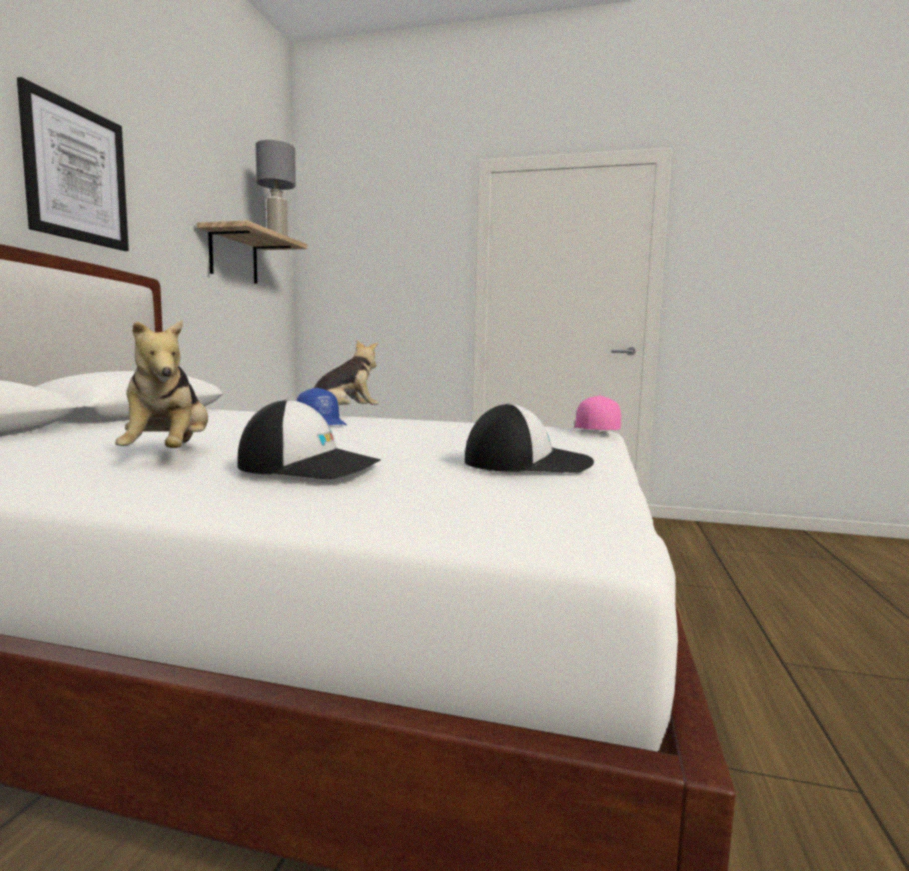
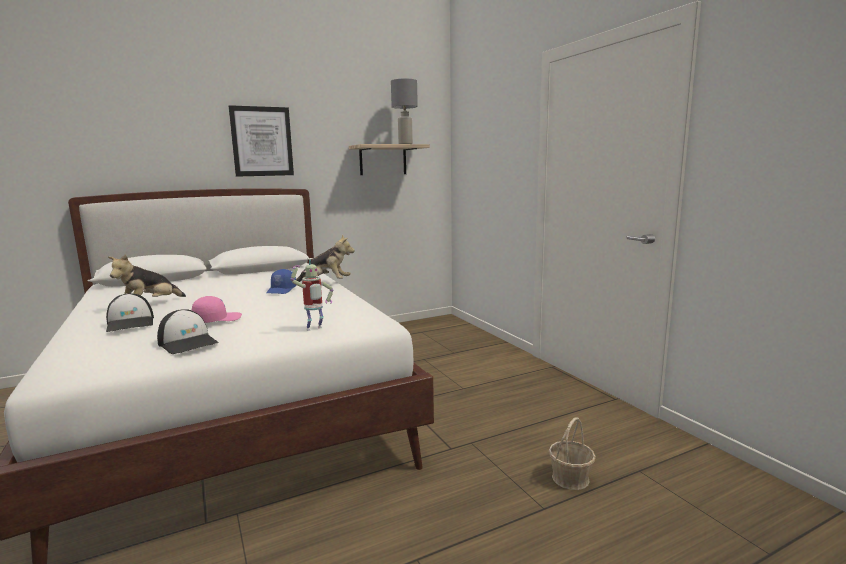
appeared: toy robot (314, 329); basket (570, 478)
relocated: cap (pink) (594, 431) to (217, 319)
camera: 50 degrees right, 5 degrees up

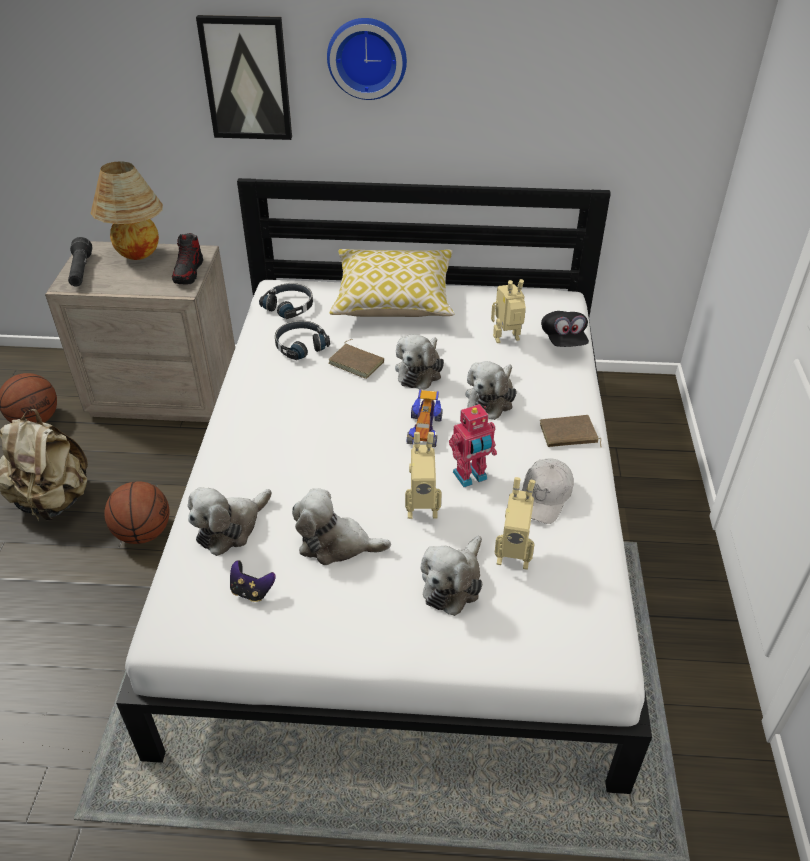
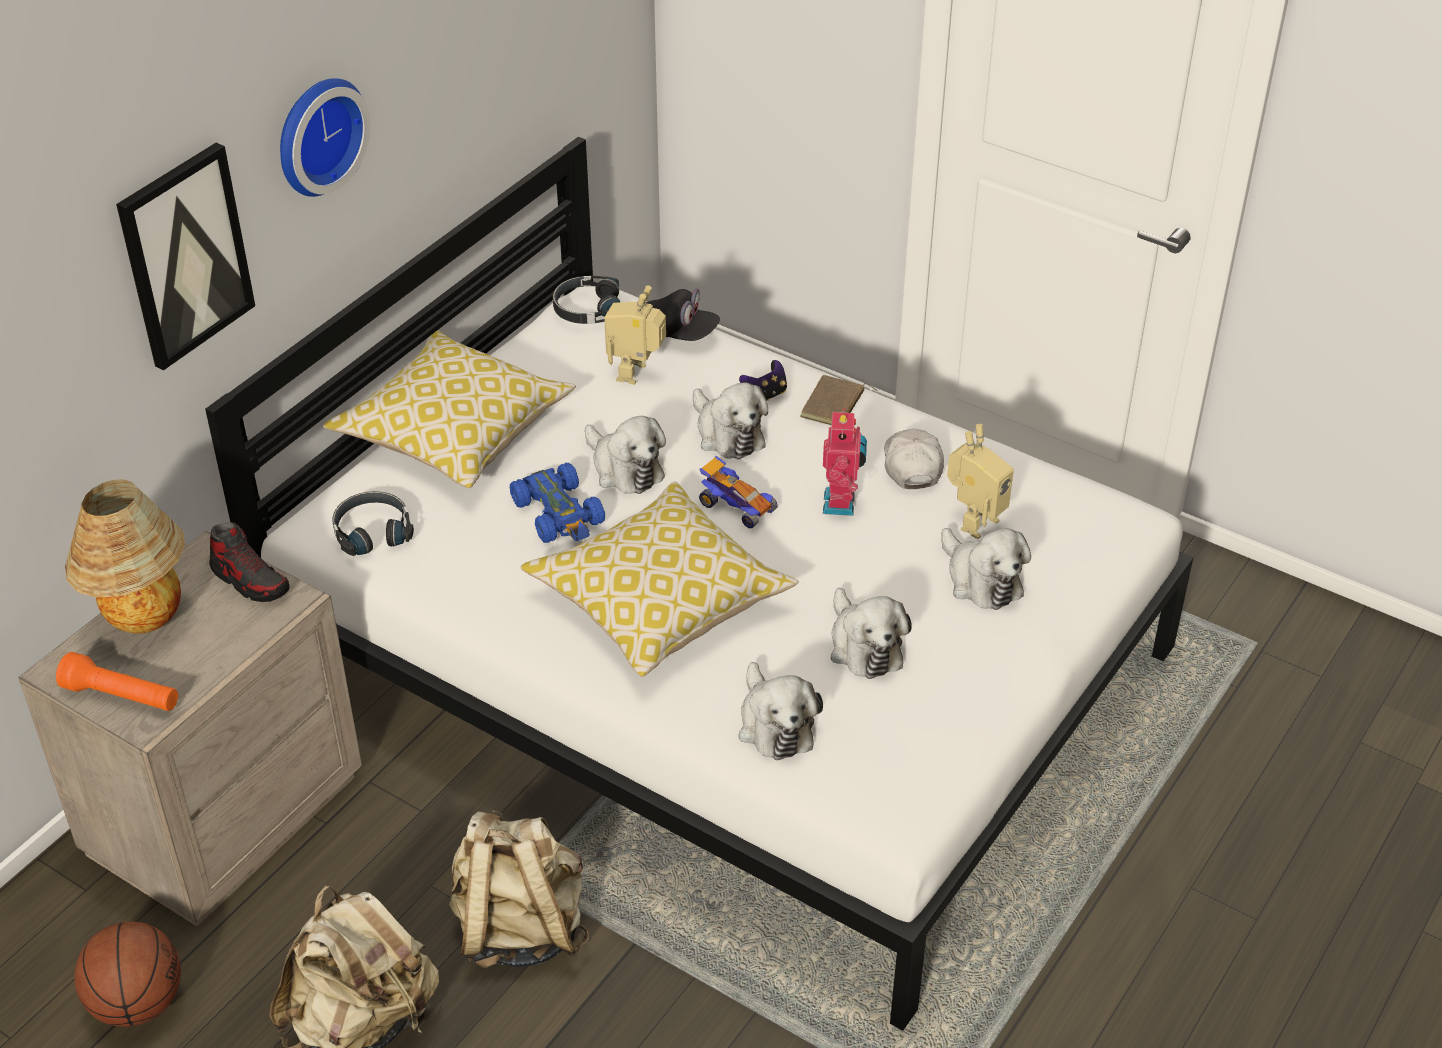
missing: toy robot (422, 507)
appeared: pillow (660, 601)
relocated: headphones (black) (300, 345) to (587, 309); game controller (251, 591) to (765, 394)
exchanged: basketball (143, 532) to backpack (beige) (519, 928); book (brown) (357, 362) to toy car (blue) (559, 513)
colour: flashlight (black) (81, 271) to flashlight (orange) (122, 697)
spun: plush toy (336, 544) = (863, 646) 60 degrees counterclockwise; cap (white) (544, 497) = (912, 465) 150 degrees counterclockwise
camera: 60 degrees left, 0 degrees up

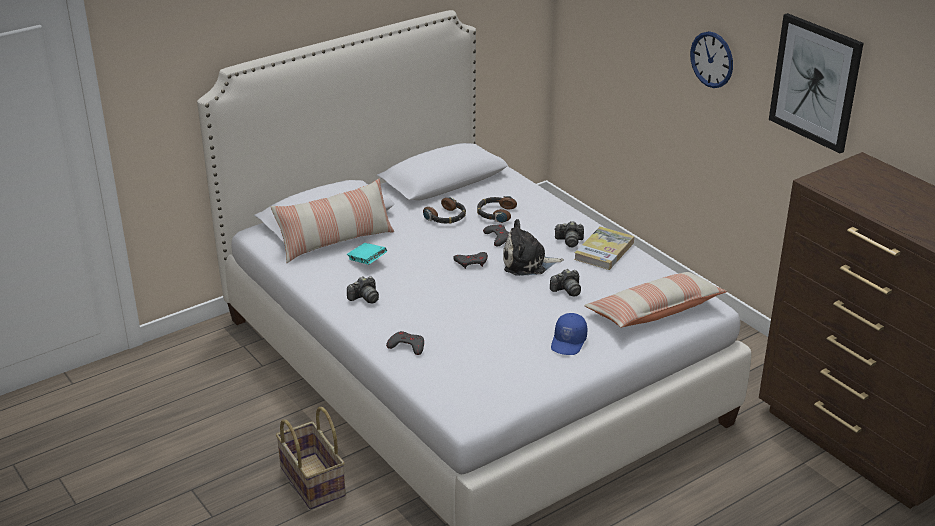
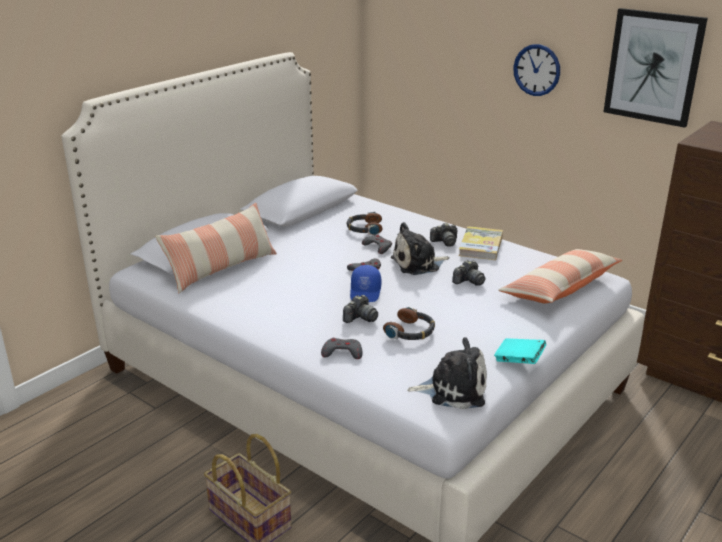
appeared: plush toy (453, 389)
relocated: photo camera (364, 298) to (360, 318); cap (blue) (569, 342) to (366, 292); headphones (446, 217) to (411, 332); book (turquoise) (367, 261) to (519, 360)
camera: 15 degrees left, 5 degrees down

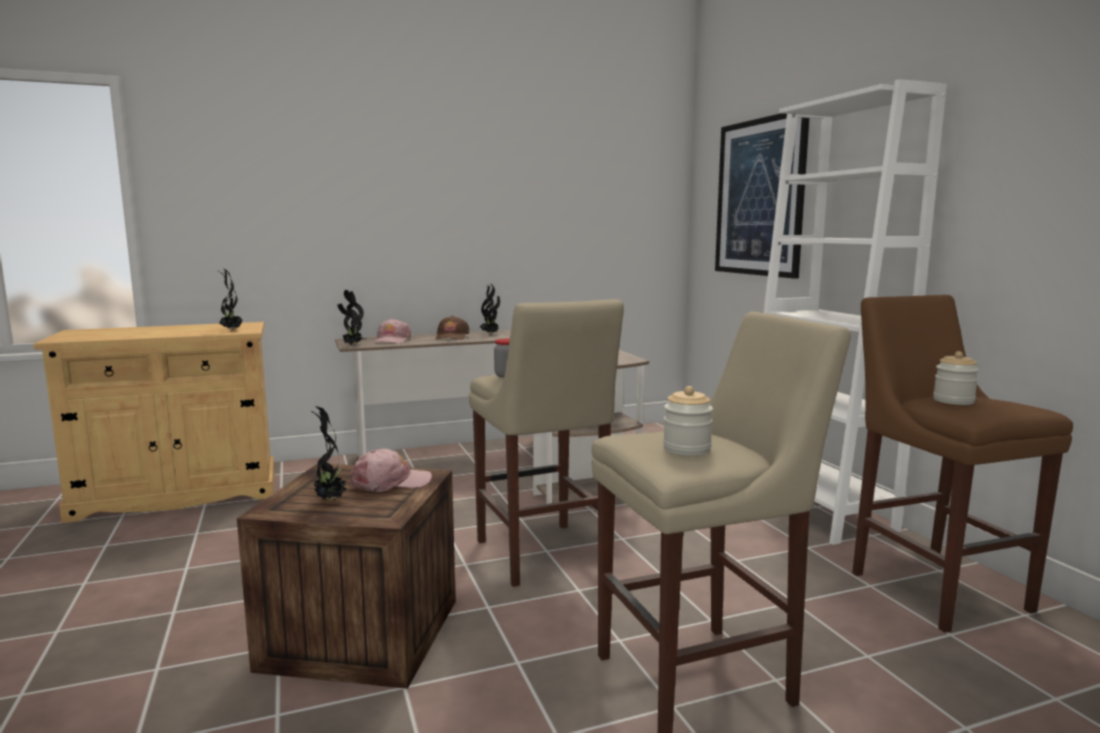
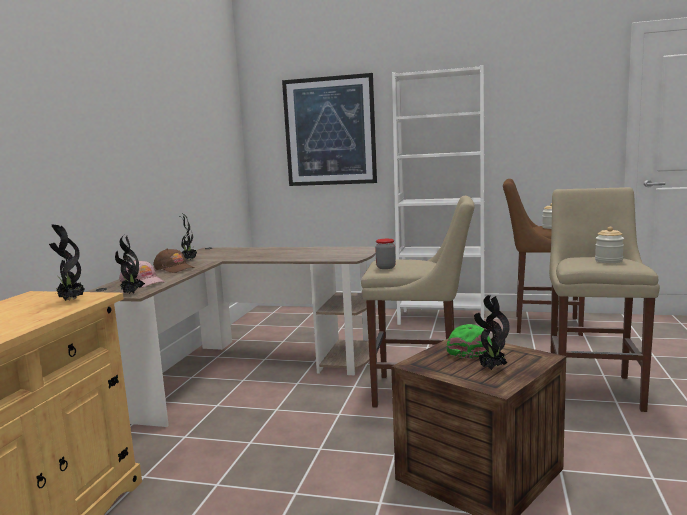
colour: cap (pink) (390, 482) to cap (green) (469, 349)
camera: 55 degrees left, 0 degrees up

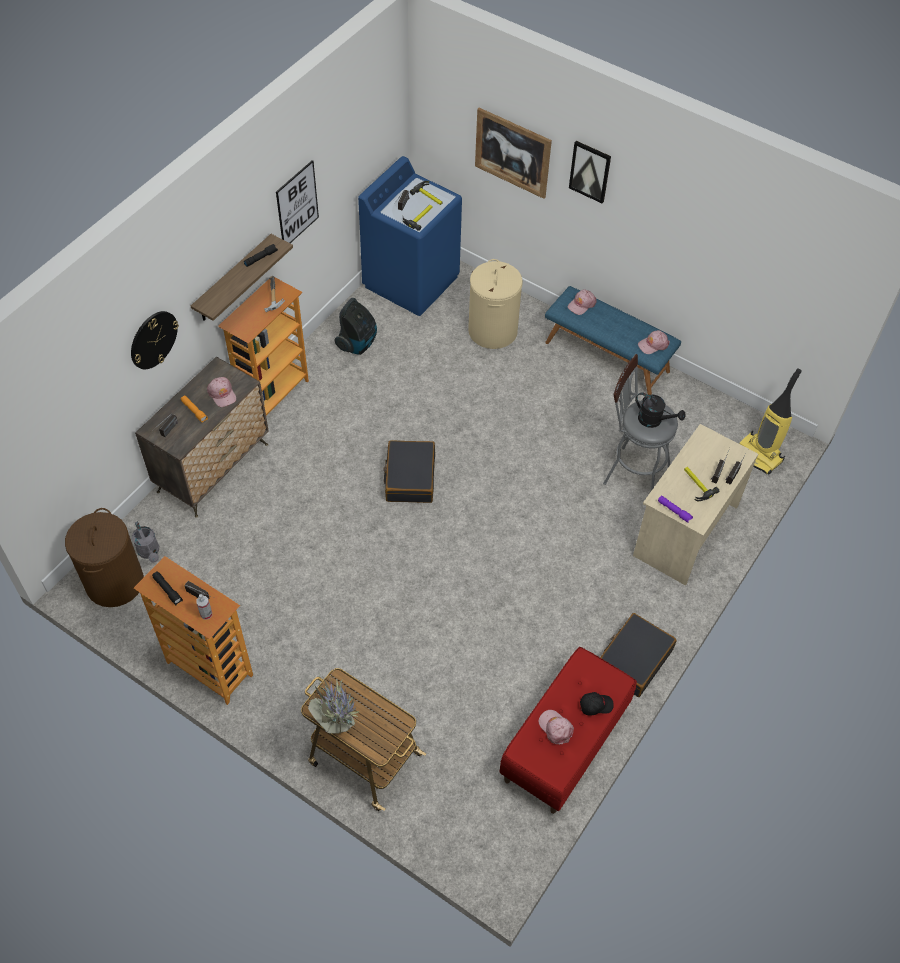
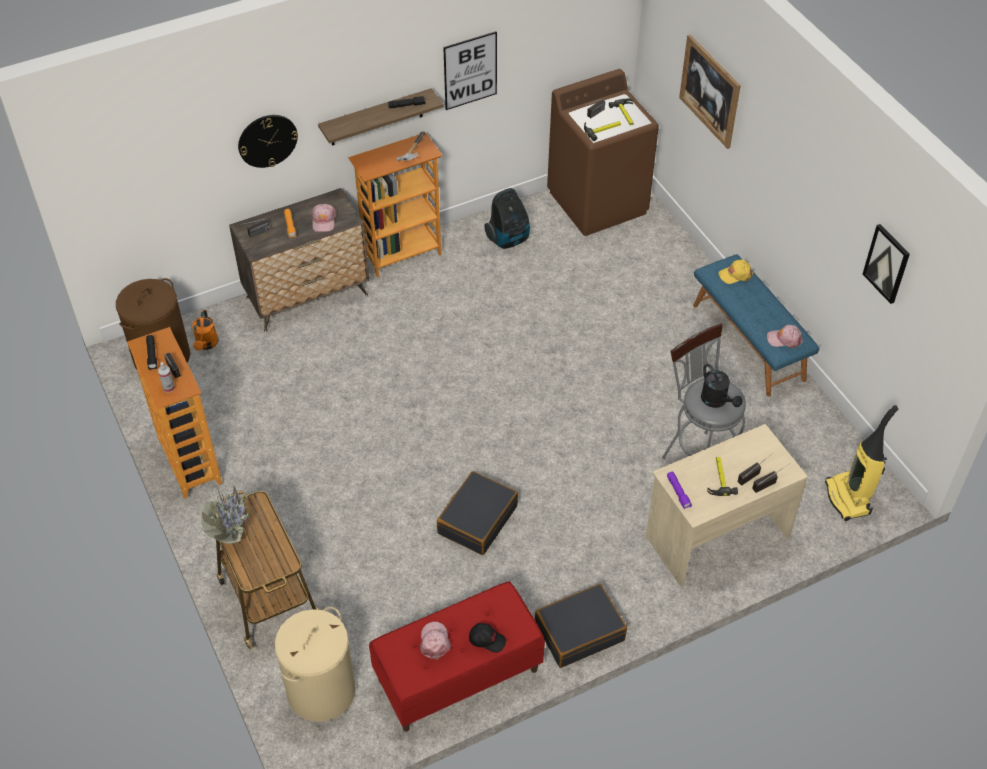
relocated: laundry basket (beige) (492, 331) to (321, 690); suitcase (black) (410, 477) to (477, 519); picture (590, 171) to (887, 263)
colour: watering can (grey) (150, 552) to watering can (orange) (206, 344); washing machine (blue) (411, 281) to washing machine (brown) (598, 202); cap (pink) (581, 304) to cap (yellow) (735, 275)
camera: 30 degrees right, 5 degrees down

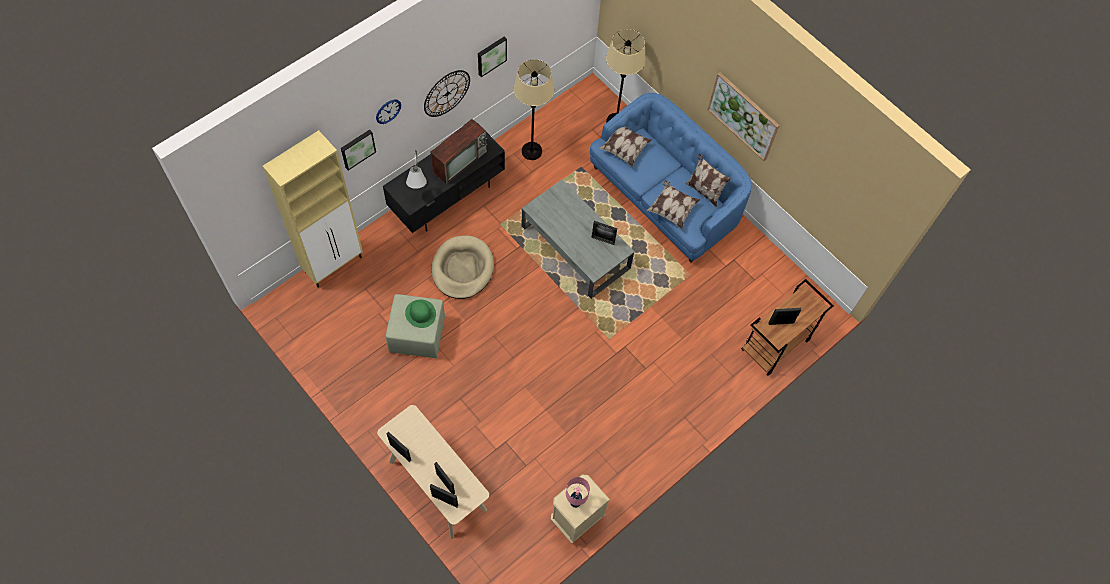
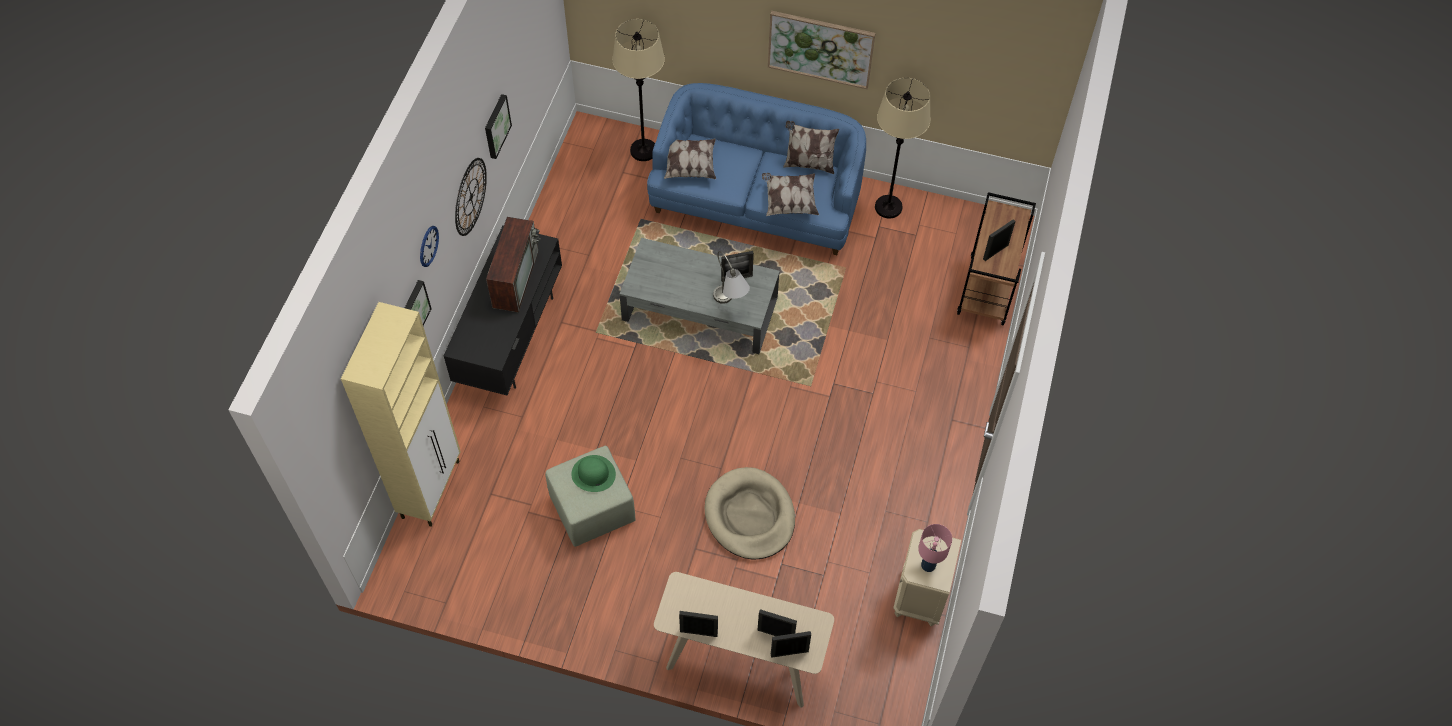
relocated: dog bed (beige) (462, 268) to (750, 516); table lamp (grey) (418, 191) to (730, 305); floor lamp (beige) (532, 151) to (888, 207)
camera: 30 degrees left, 5 degrees down

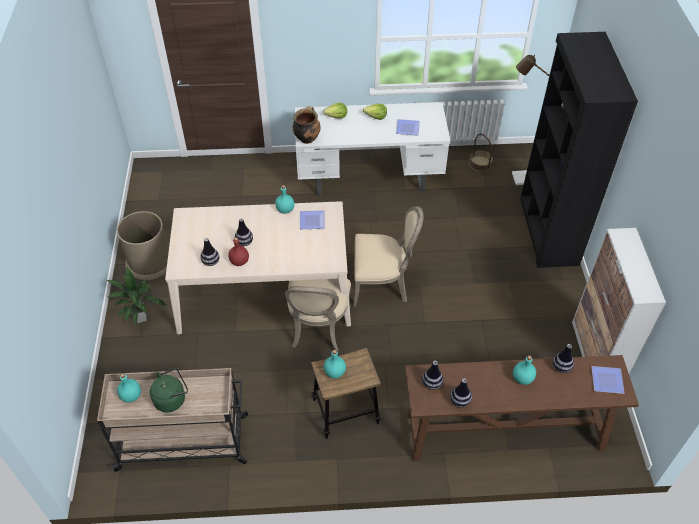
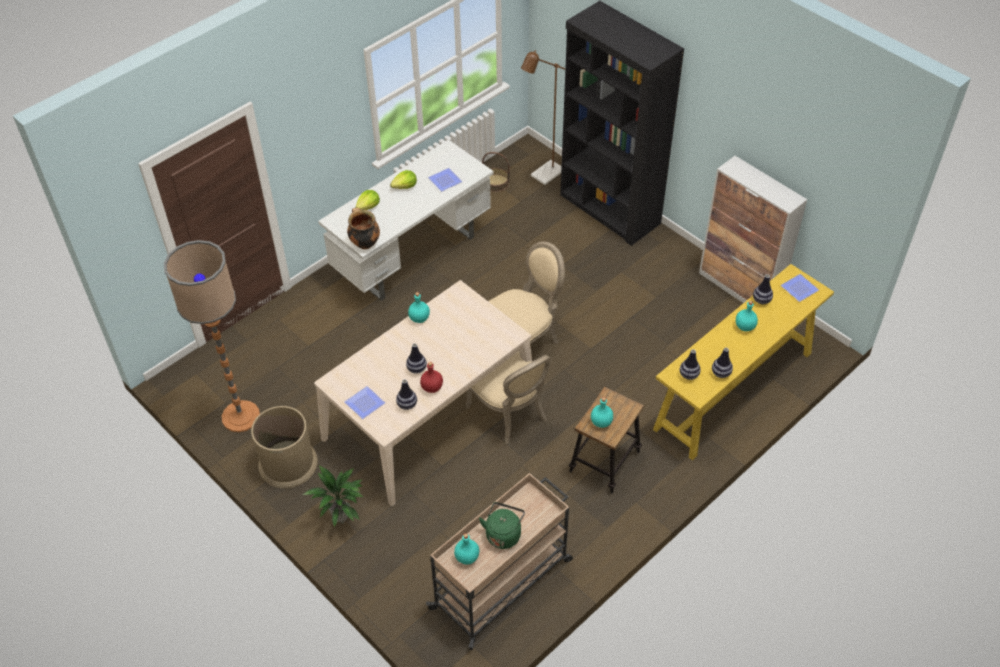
appeared: floor lamp (240, 416)
relocated: plate (313, 221) to (366, 403)
colour: console table (brown) (503, 432) to console table (yellow) (733, 391)
camera: 40 degrees left, 0 degrees up

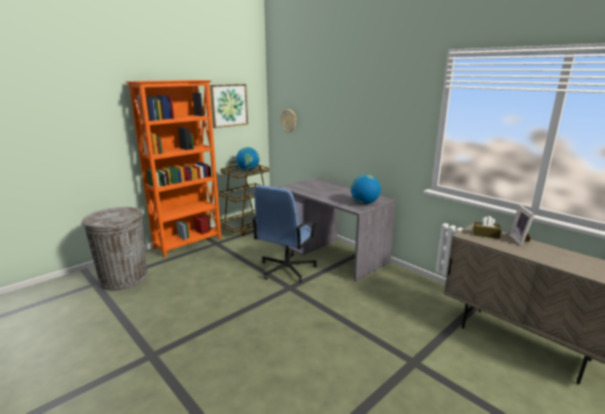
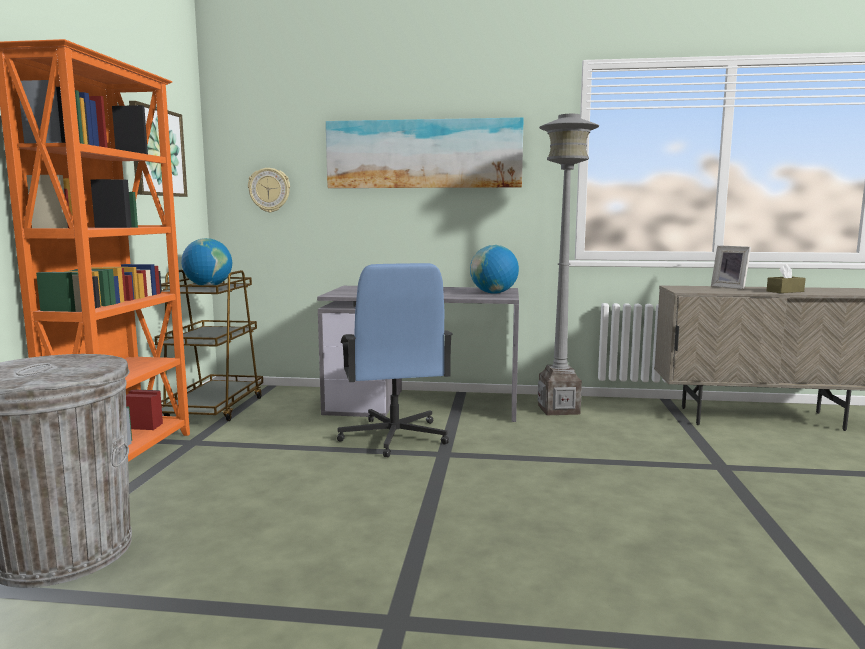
appeared: picture (423, 154); floor lamp (grey) (558, 409)
relocated: tissue box (brown) (486, 234) to (785, 291)
camera: 40 degrees left, 10 degrees down

